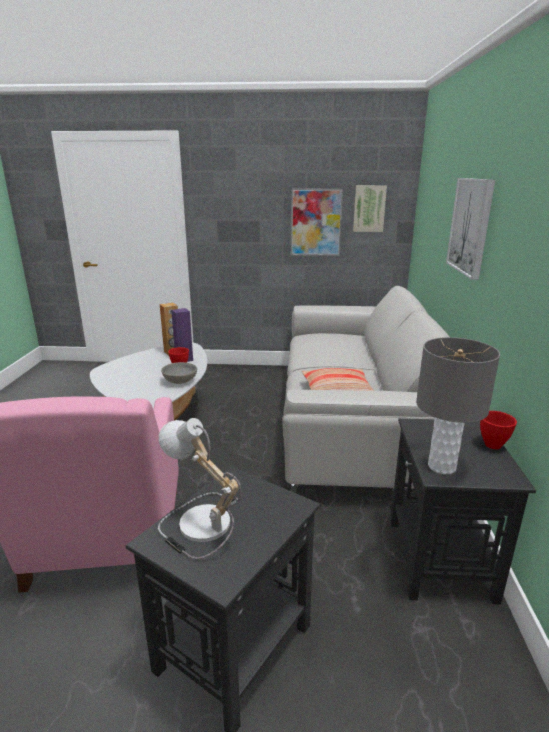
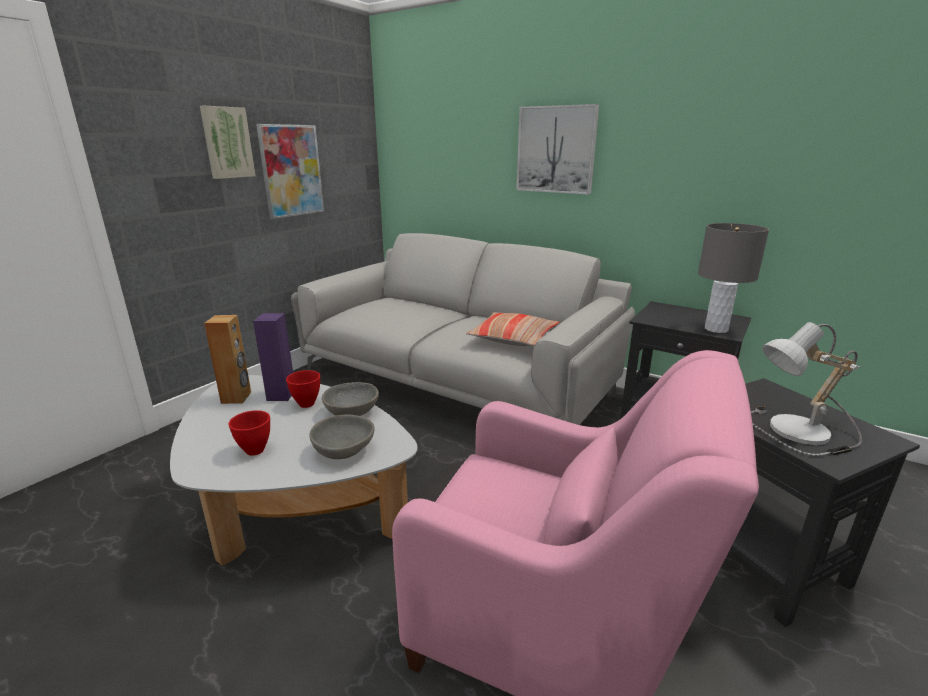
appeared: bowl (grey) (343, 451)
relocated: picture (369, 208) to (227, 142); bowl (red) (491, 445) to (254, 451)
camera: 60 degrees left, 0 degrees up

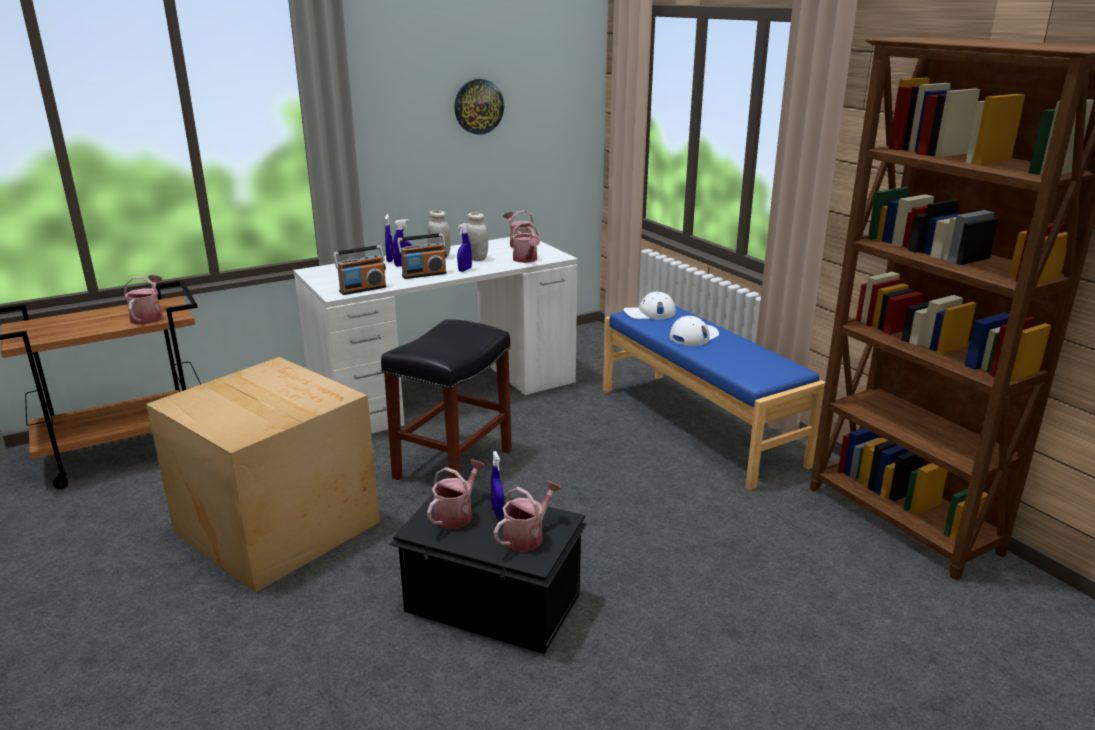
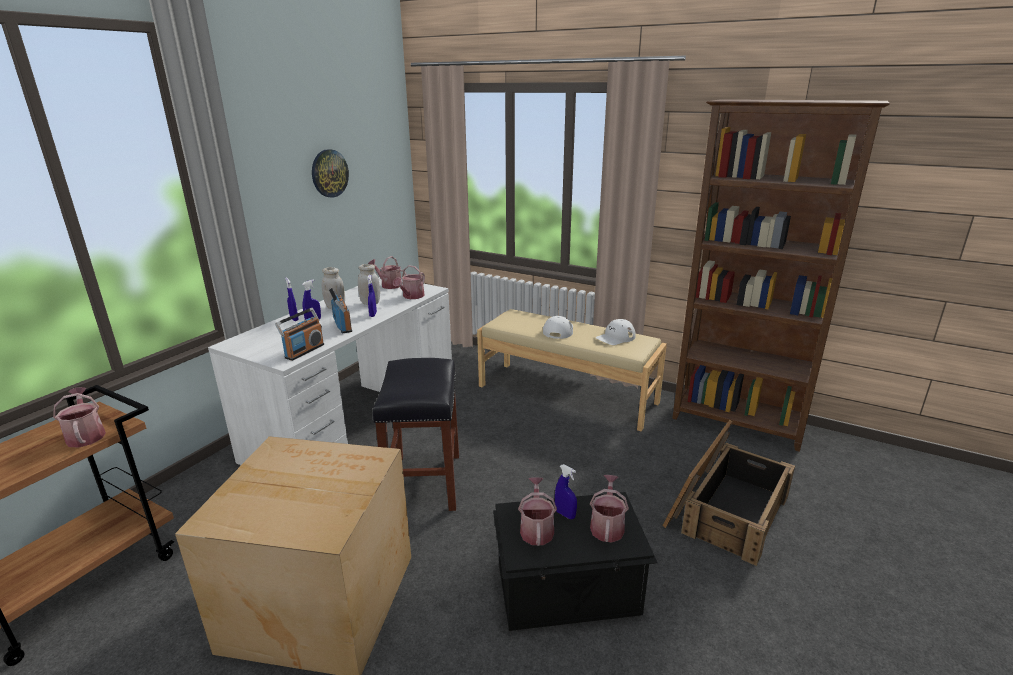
appeared: crate (725, 509)
relocated: cap (white) (649, 313) to (615, 337)
colour: bench (blue) (700, 425) to bench (beige) (567, 394)
spun: radio (424, 274) = (343, 326) 60 degrees counterclockwise; watering can (526, 260) = (411, 296) 75 degrees clockwise
camera: 30 degrees left, 0 degrees up

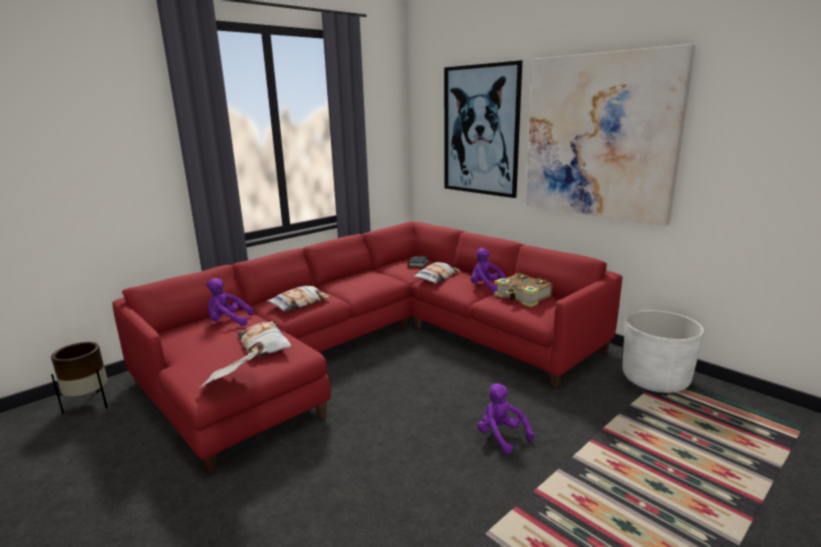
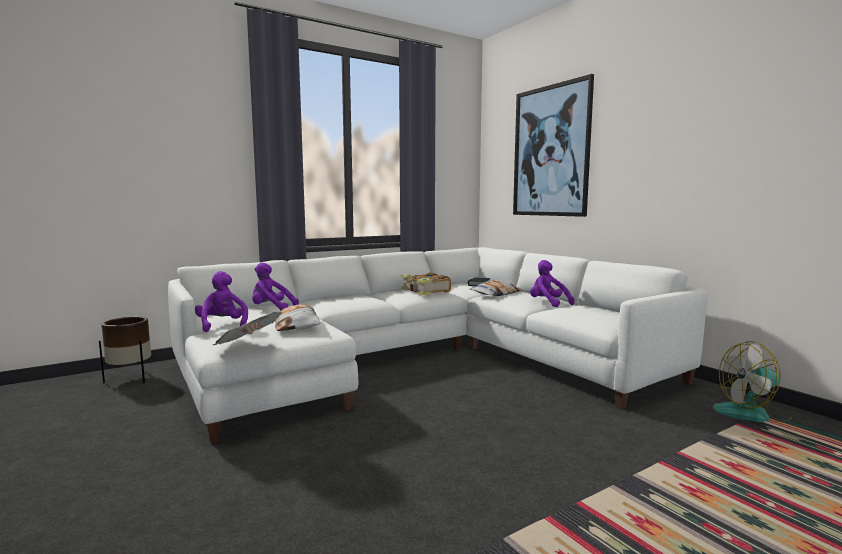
missing: pillow (299, 303); picture (600, 136)
relocated: plush toy (purple) (501, 436) to (222, 326); book (523, 297) to (425, 291)
exchanged: planter (white) (655, 379) to fan (752, 414)
colour: sofa (red) (374, 345) to sofa (white) (422, 359)
camera: 10 degrees right, 10 degrees down

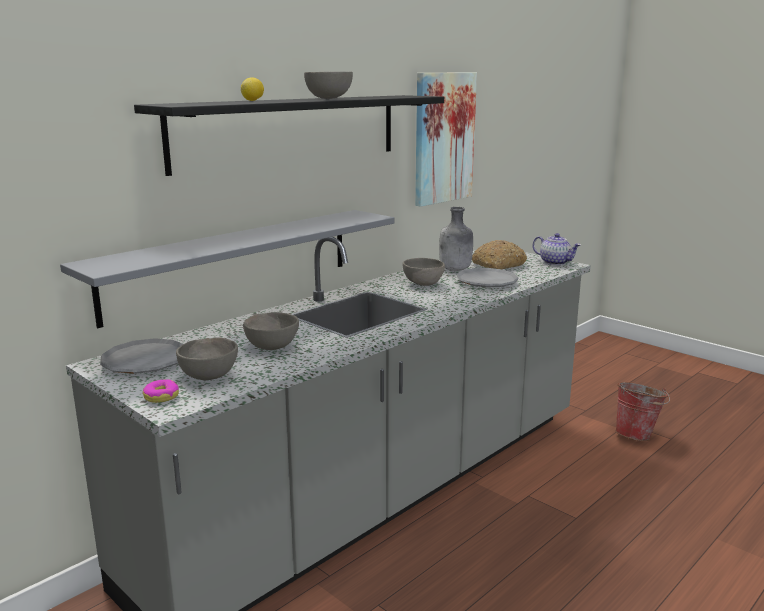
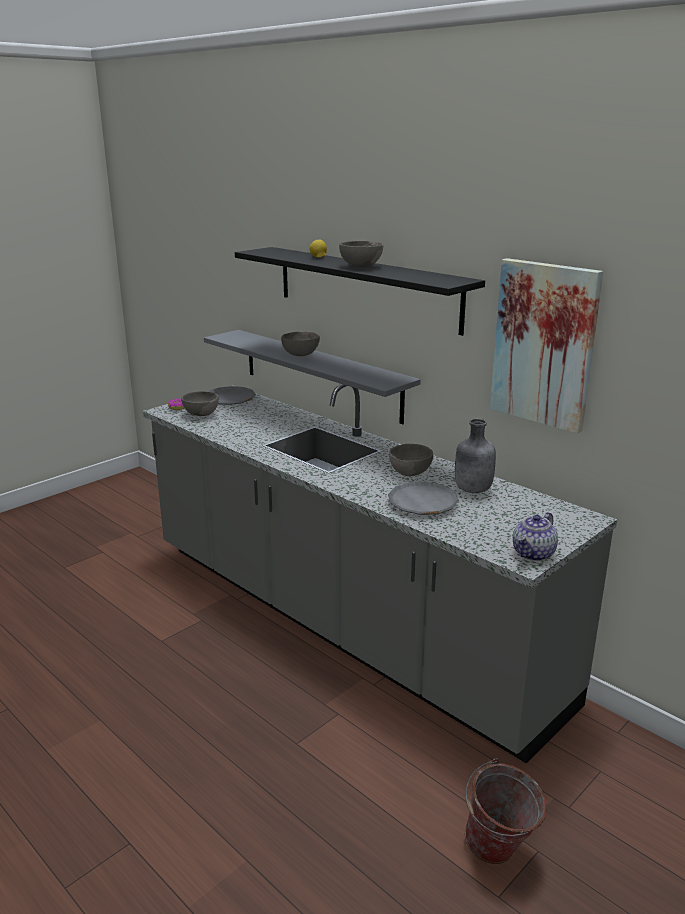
missing: bread (498, 265)
relocated: bowl (grey) (272, 347) to (301, 355)
camera: 90 degrees right, 5 degrees up

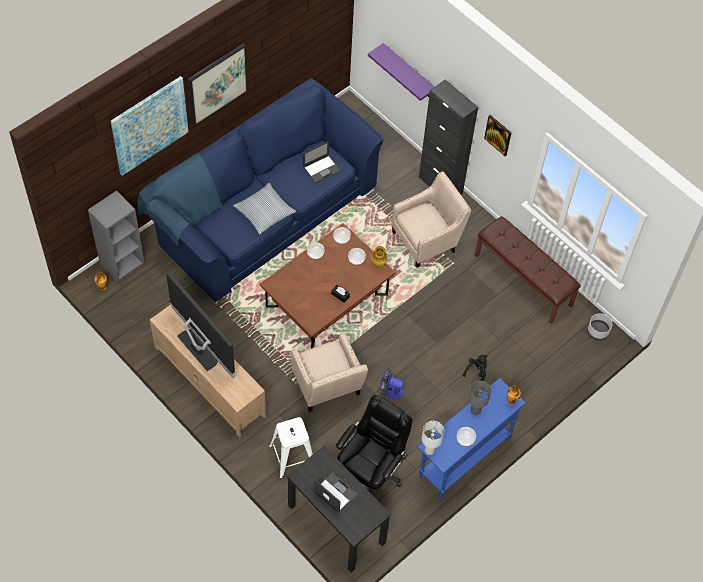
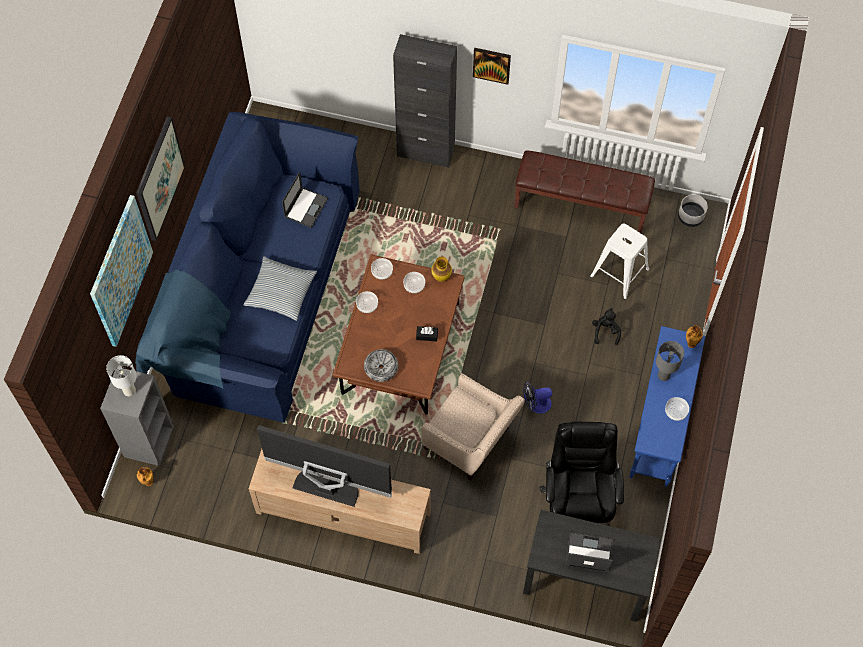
missing: shelf (purple) (408, 72); armchair (beige) (427, 240)
appeared: bowl (381, 368)
relocated: table lamp (white) (429, 450) to (129, 391); stool (white) (293, 456) to (620, 272)
camera: 30 degrees left, 5 degrees up

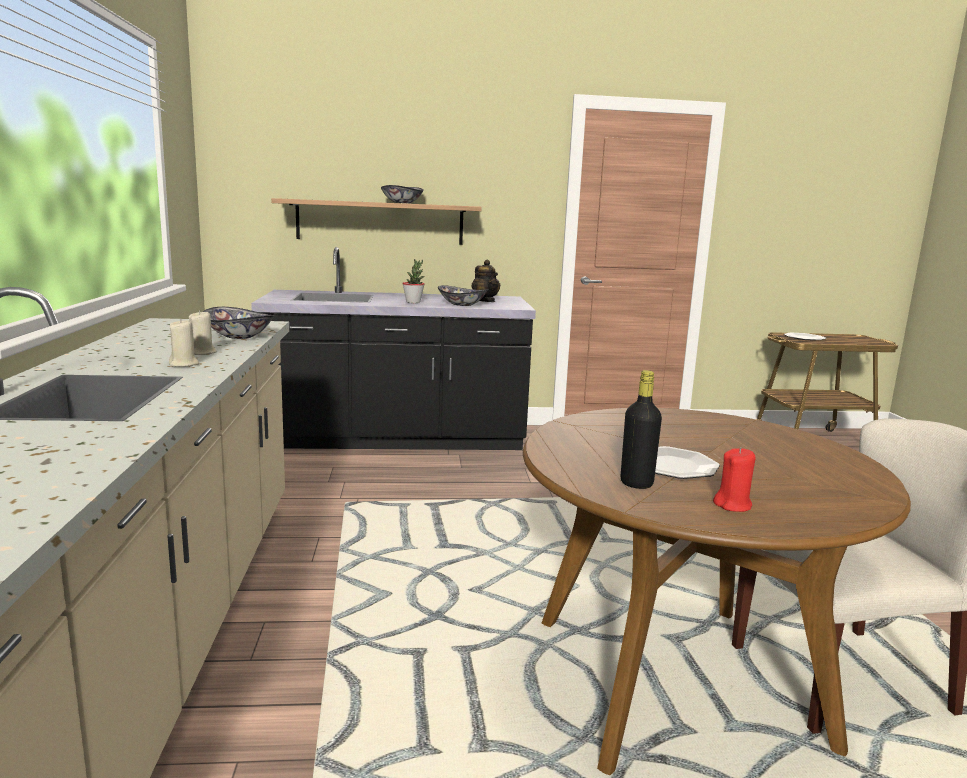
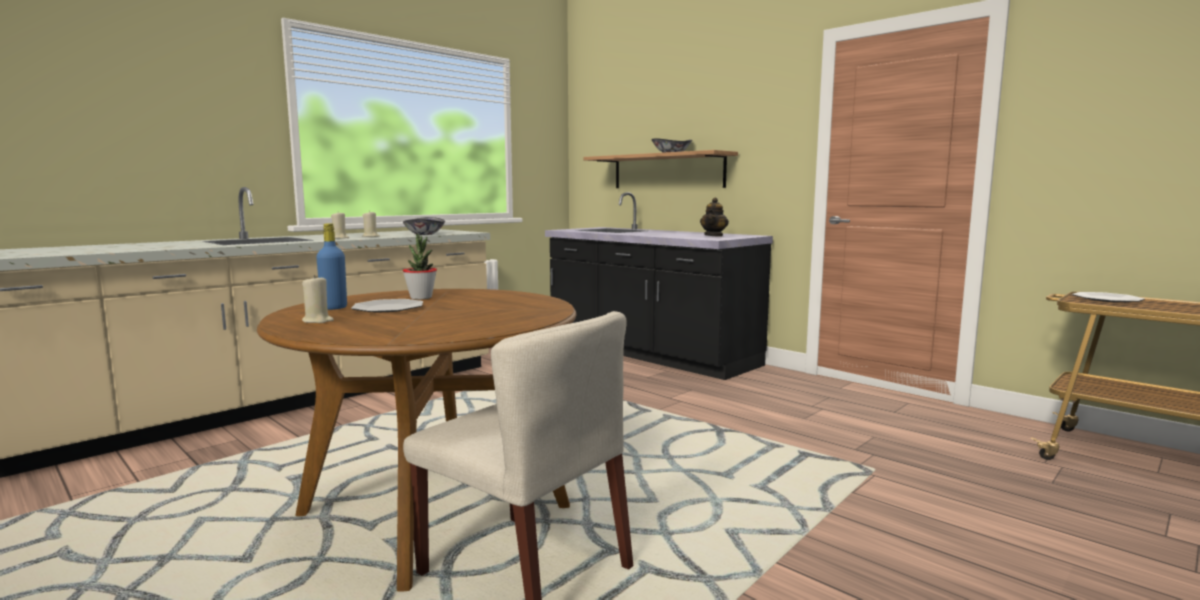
missing: bowl (462, 304)
relocated: potted plant (413, 302) to (421, 297)
colour: candle (red) (733, 505) to candle (beige) (317, 321); bottle (black) (636, 483) to bottle (blue) (334, 308)
camera: 50 degrees right, 5 degrees down

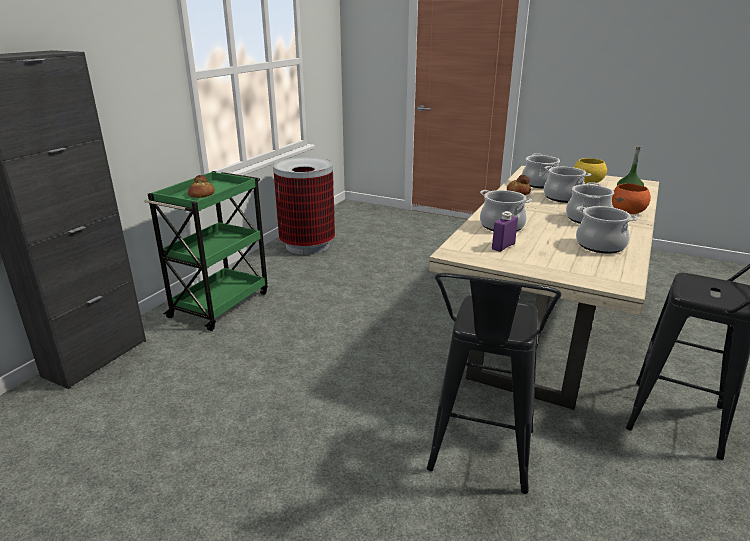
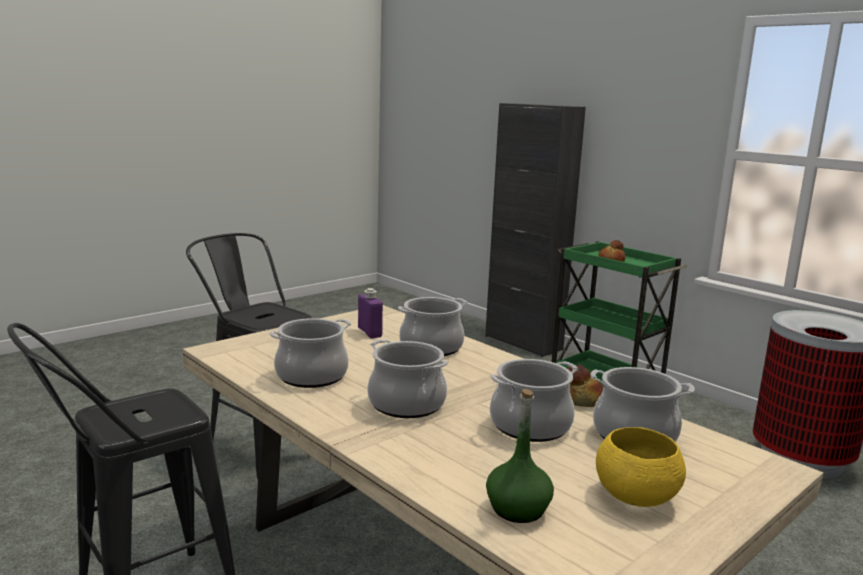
missing: bowl (orange) (628, 212)
camera: 110 degrees right, 10 degrees down

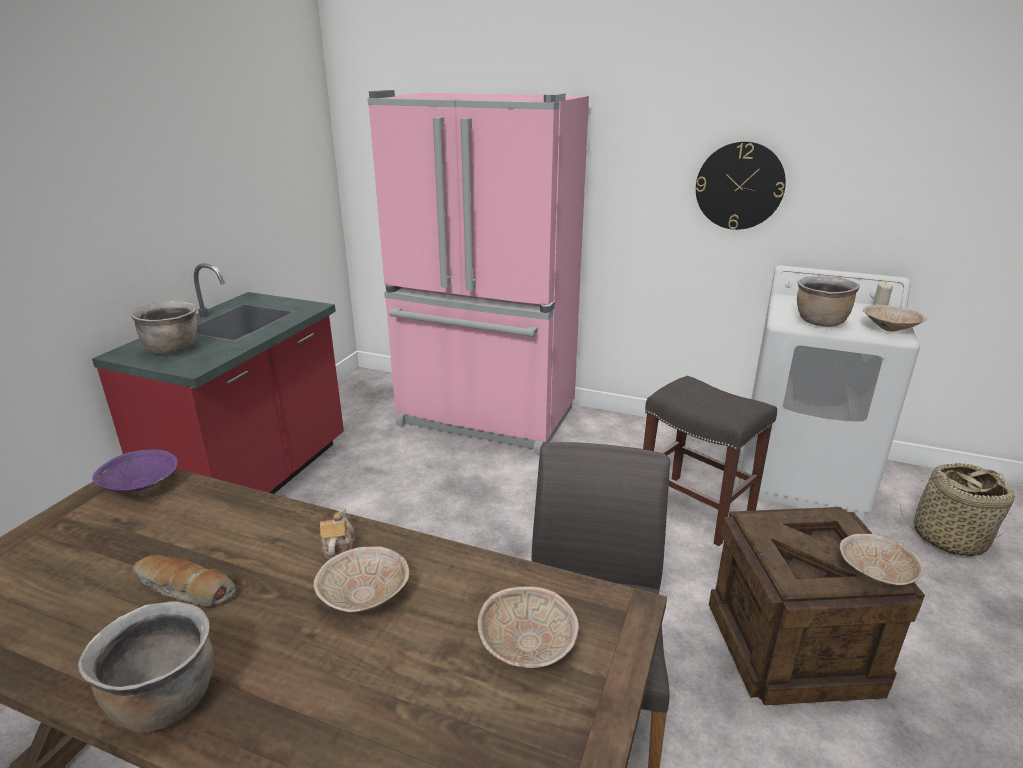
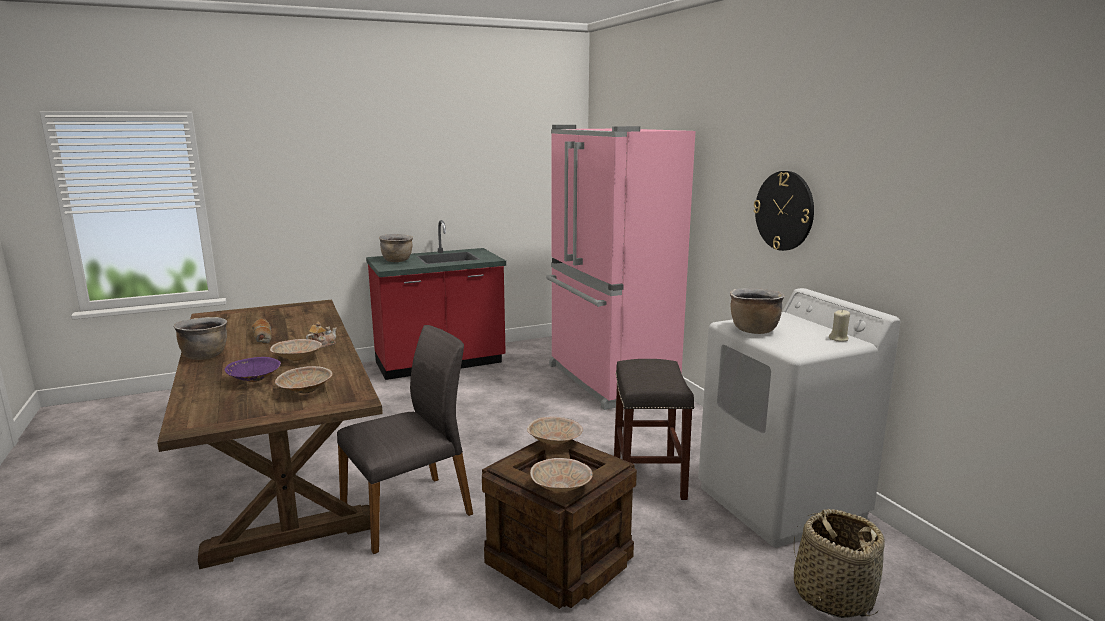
relocated: bowl (purple) (142, 486) to (255, 380); bowl (beige) (890, 329) to (555, 442)
camera: 45 degrees right, 10 degrees down

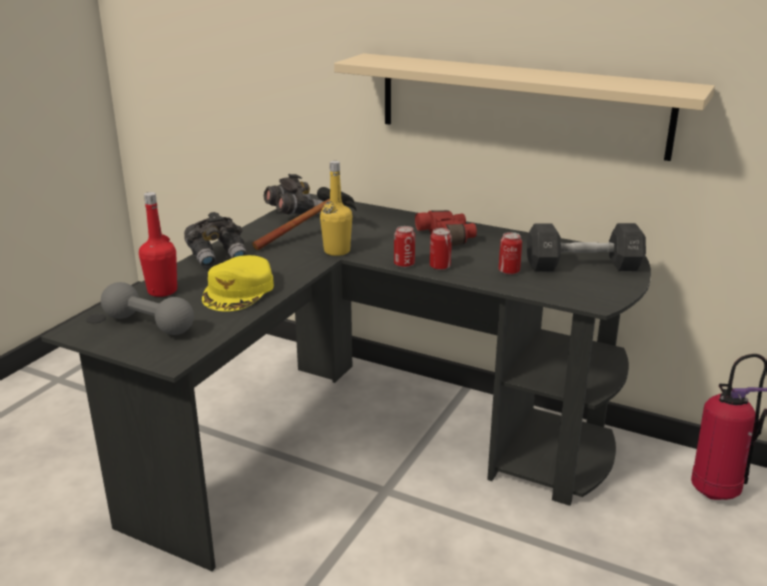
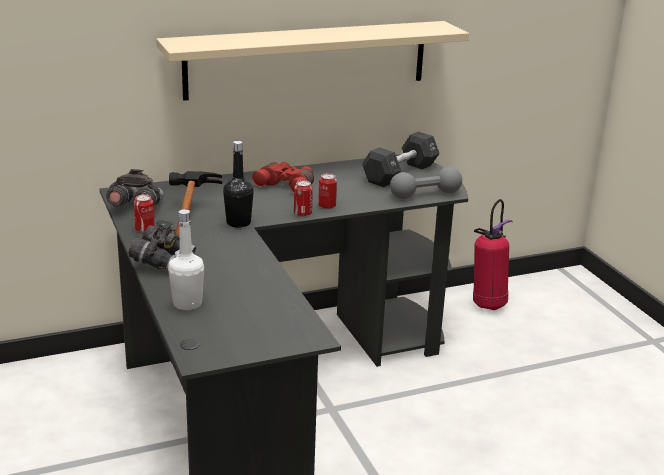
missing: cap (yellow) (239, 291)
relocated: can (509, 271) to (145, 229); dumbbell (grey) (149, 324) to (425, 195)
colour: bottle (red) (162, 291) to bottle (white) (187, 303); bottle (yellow) (337, 251) to bottle (black) (238, 223)
camera: 50 degrees left, 0 degrees up

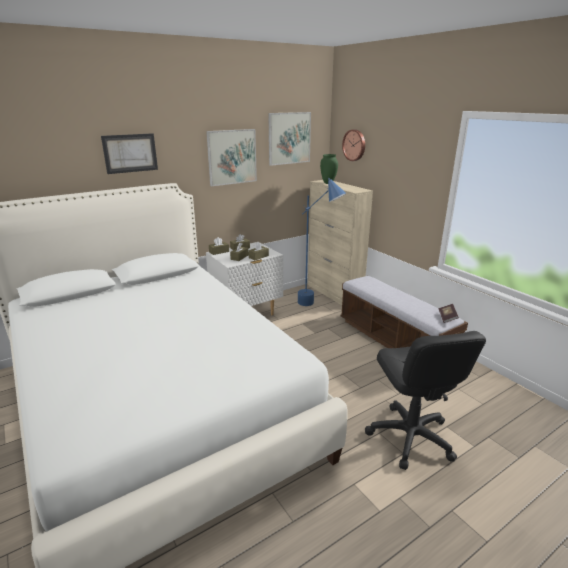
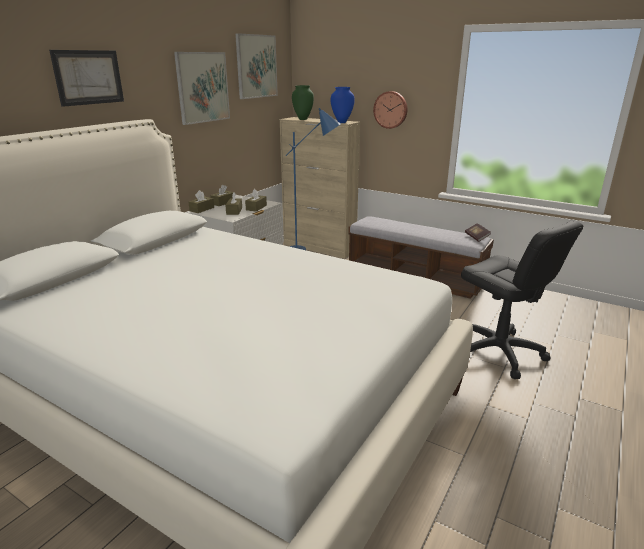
appeared: vase (blue) (342, 122)
relocated: wall clock (354, 145) to (391, 109)
camera: 25 degrees left, 0 degrees up

